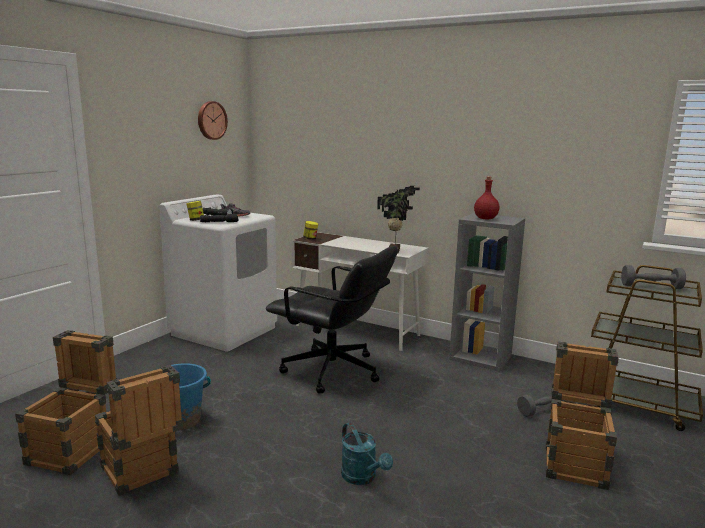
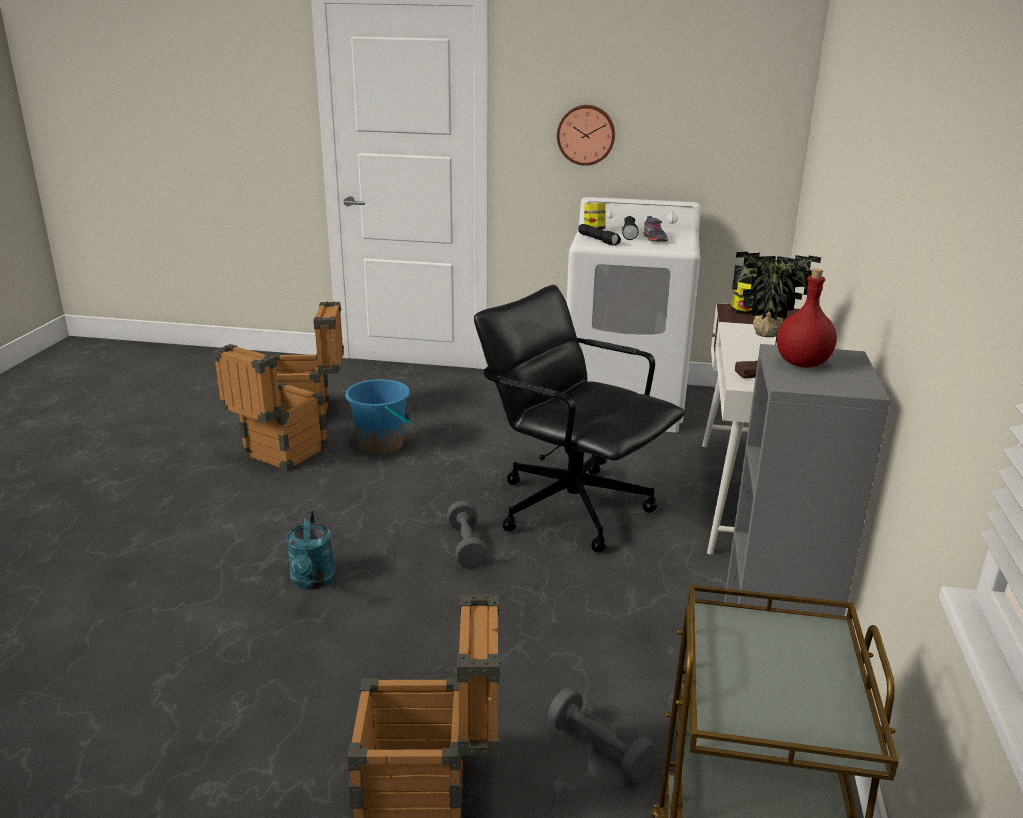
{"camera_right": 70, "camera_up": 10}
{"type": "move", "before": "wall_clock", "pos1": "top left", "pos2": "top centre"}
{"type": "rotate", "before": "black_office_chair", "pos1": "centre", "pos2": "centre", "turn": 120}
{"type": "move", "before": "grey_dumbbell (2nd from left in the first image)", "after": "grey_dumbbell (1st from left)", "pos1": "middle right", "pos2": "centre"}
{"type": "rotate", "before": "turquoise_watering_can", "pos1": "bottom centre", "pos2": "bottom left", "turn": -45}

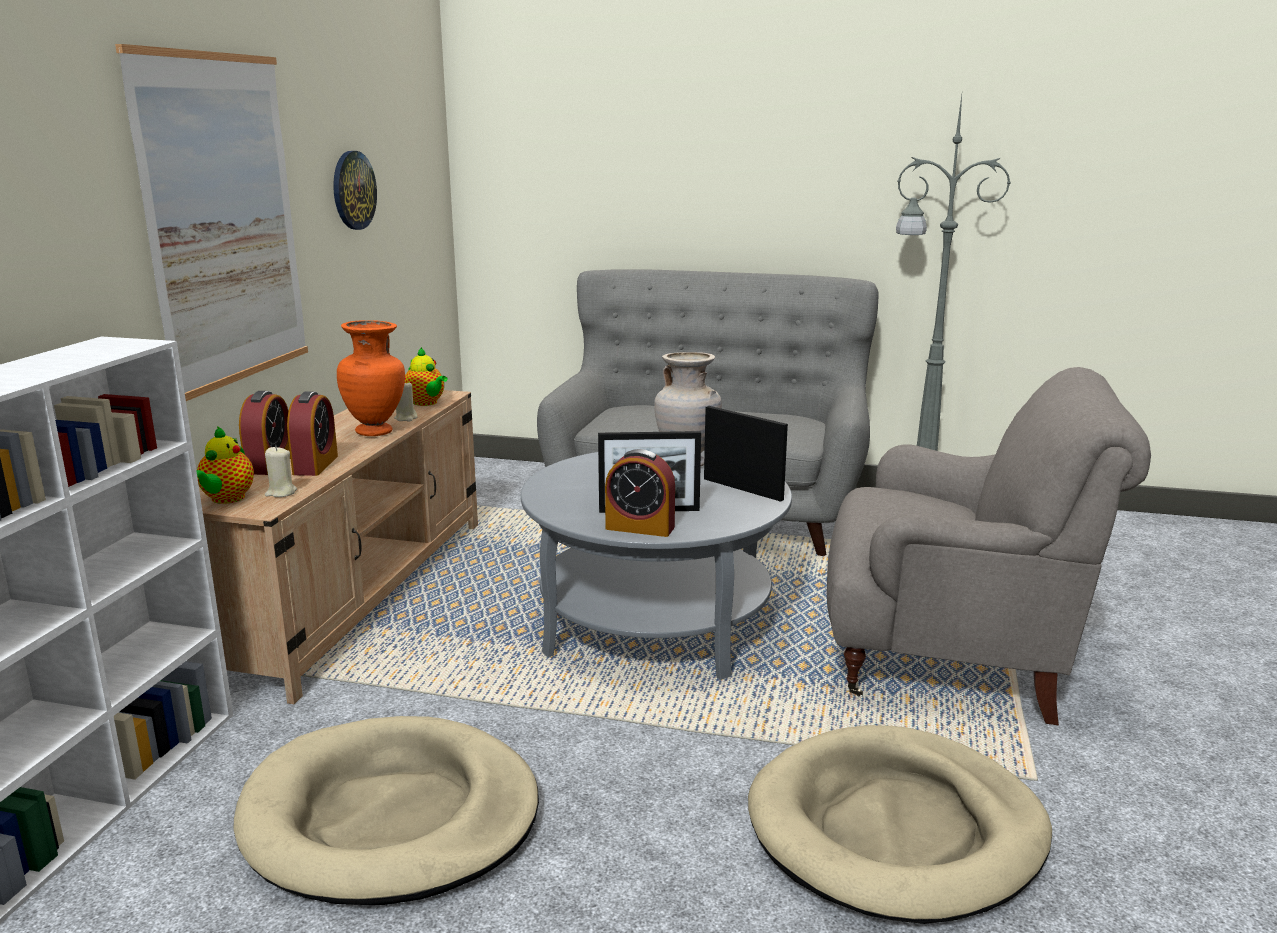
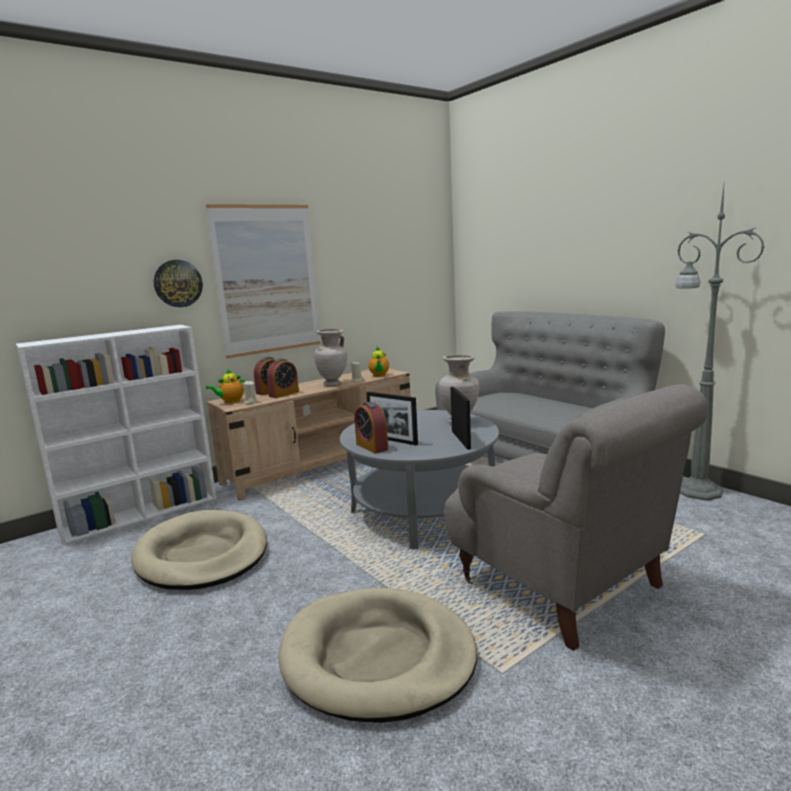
{"camera_right": 40, "camera_up": -5}
{"type": "move", "before": "wall_clock", "pos1": "top left", "pos2": "middle left"}
{"type": "recolor", "before": "orange_vase", "after": "beige_vase (1st from left)", "pos1": "middle left", "pos2": "centre"}

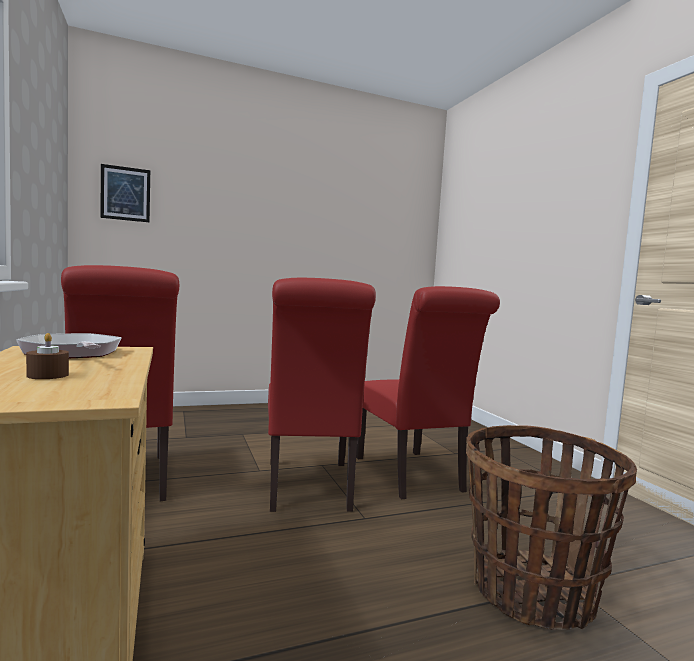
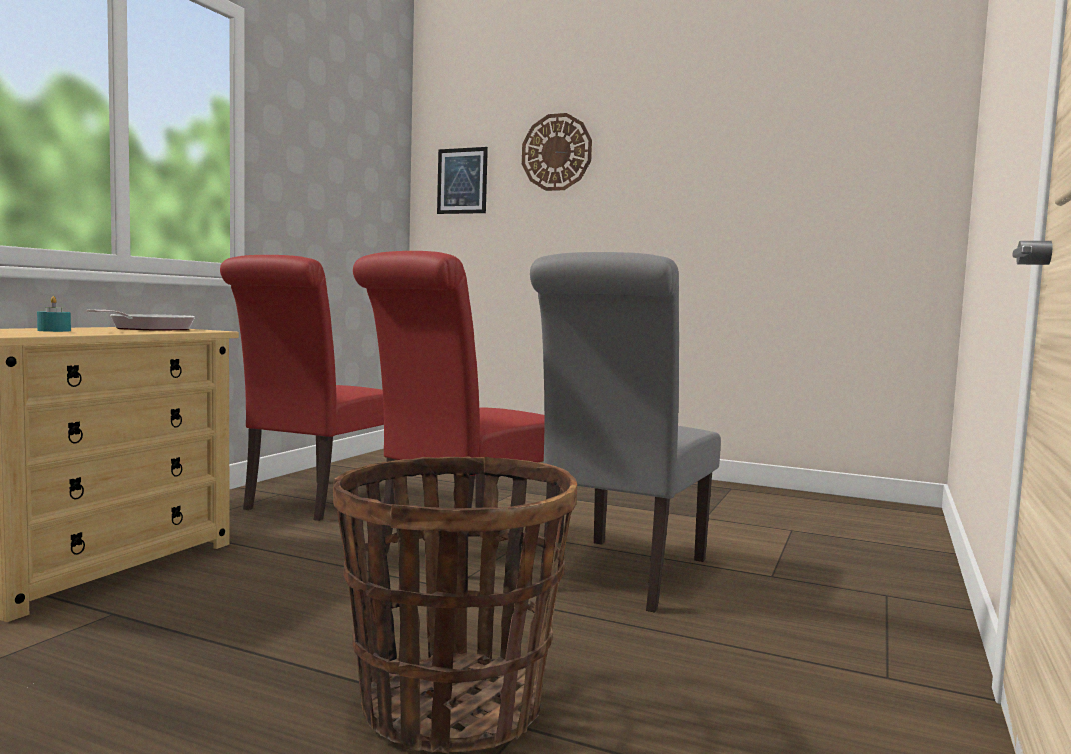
{"camera_right": 45, "camera_up": 0}
{"type": "recolor", "before": "red_chair (3rd from left)", "after": "grey_chair", "pos1": "centre", "pos2": "centre"}
{"type": "recolor", "before": "brown_candle", "after": "turquoise_candle", "pos1": "middle left", "pos2": "middle left"}
{"type": "insert", "after": "wall_clock", "pos2": "top centre"}

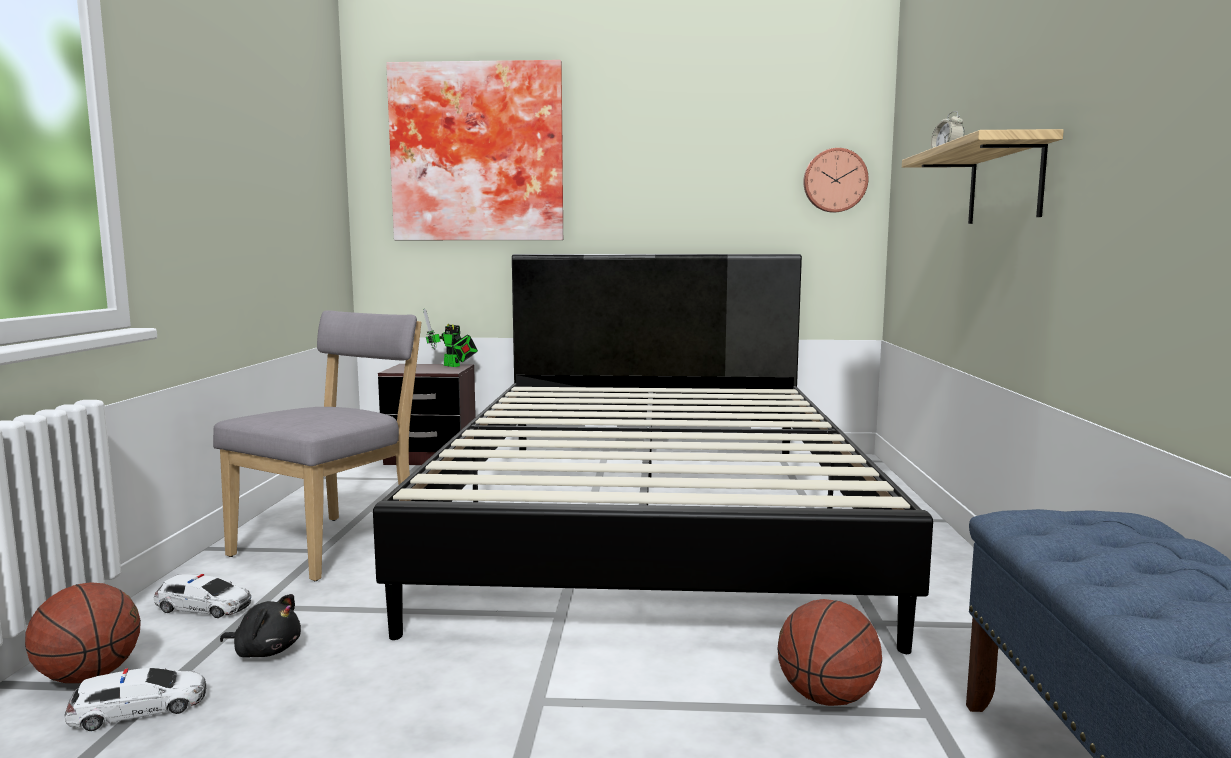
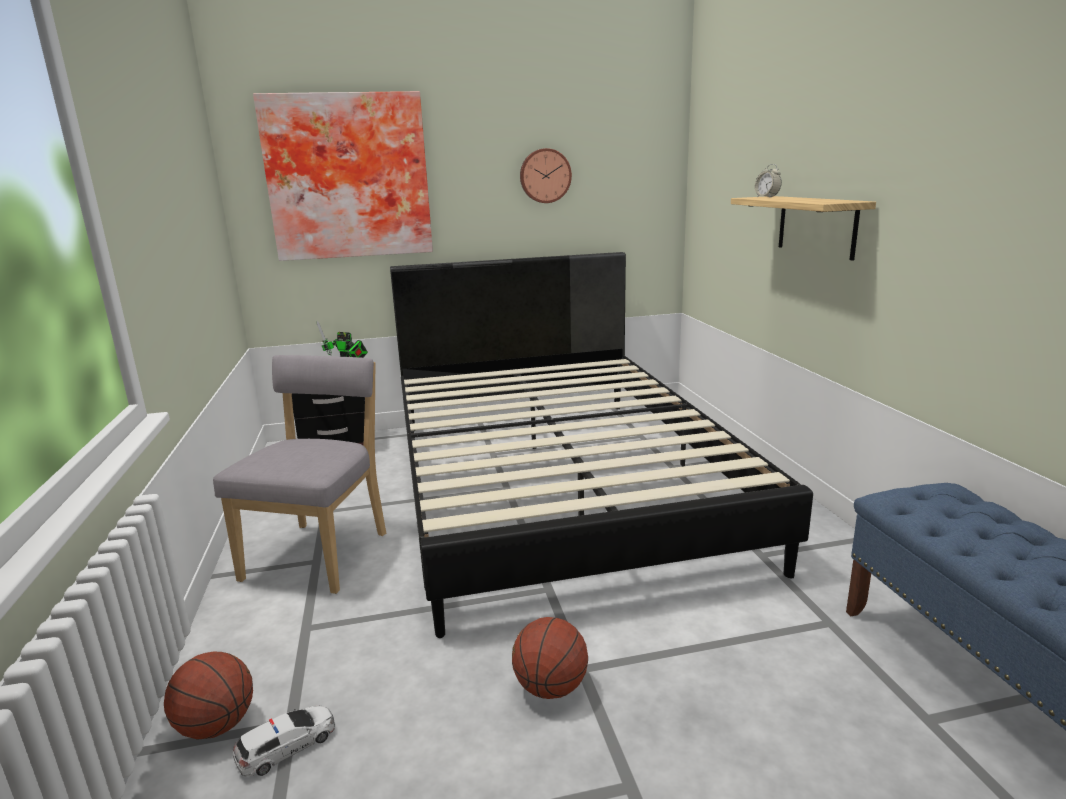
{"camera_right": -15, "camera_up": 10}
{"type": "move", "before": "wall_clock", "pos1": "top right", "pos2": "top centre"}
{"type": "delete", "before": "toy_car (2nd from left)", "pos1": "bottom left"}
{"type": "delete", "before": "black_plush_toy", "pos1": "bottom left"}
{"type": "move", "before": "basketball (2nd from left)", "pos1": "bottom right", "pos2": "bottom centre"}

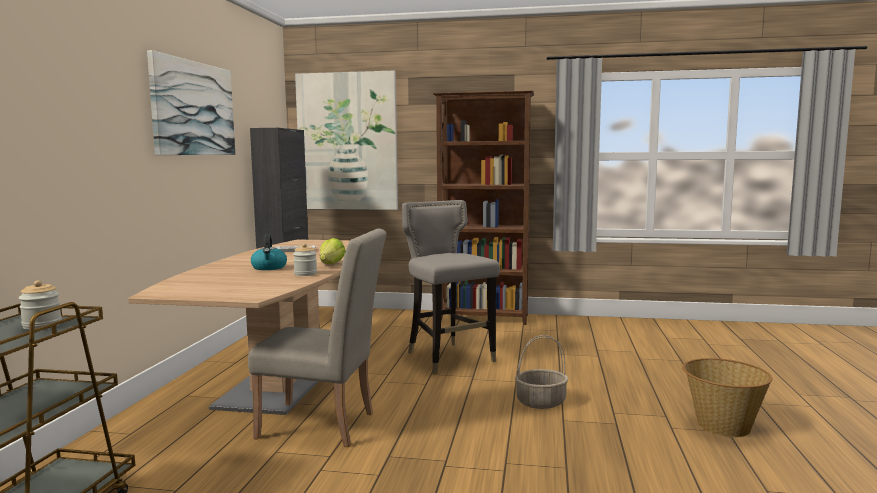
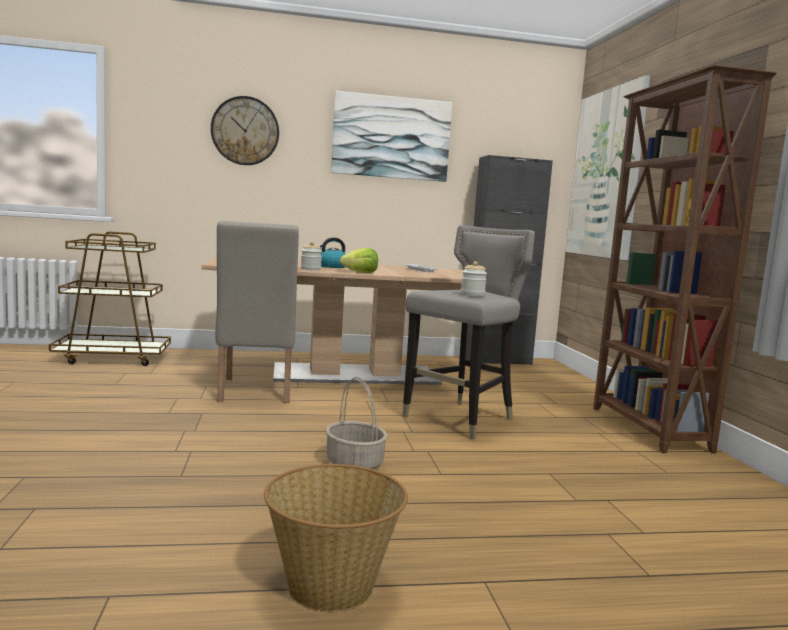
{"camera_right": 70, "camera_up": 0}
{"type": "move", "before": "jar (1st from left in the first image)", "after": "jar (2nd from left)", "pos1": "middle left", "pos2": "centre"}
{"type": "insert", "after": "wall_clock", "pos2": "top left"}

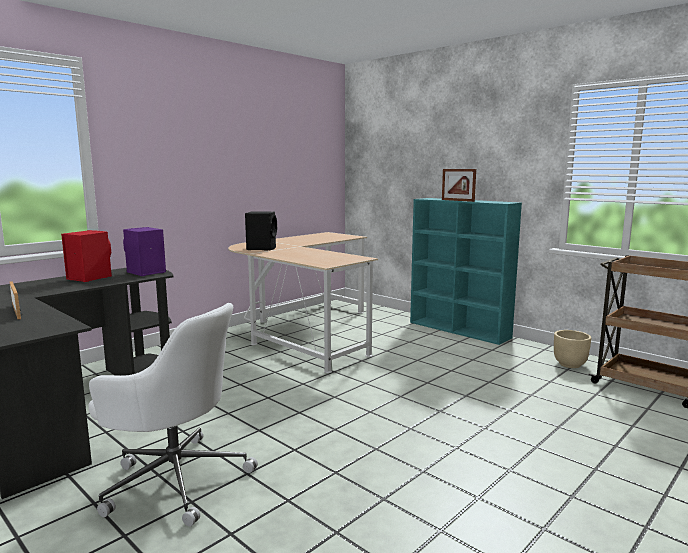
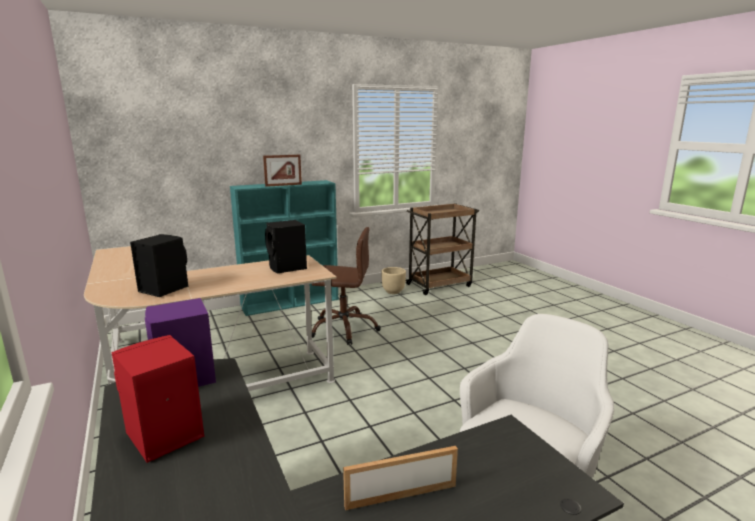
{"camera_right": -70, "camera_up": 5}
{"type": "insert", "after": "black_speaker (2nd from left)", "pos2": "centre"}
{"type": "insert", "after": "brown_office_chair", "pos2": "centre"}

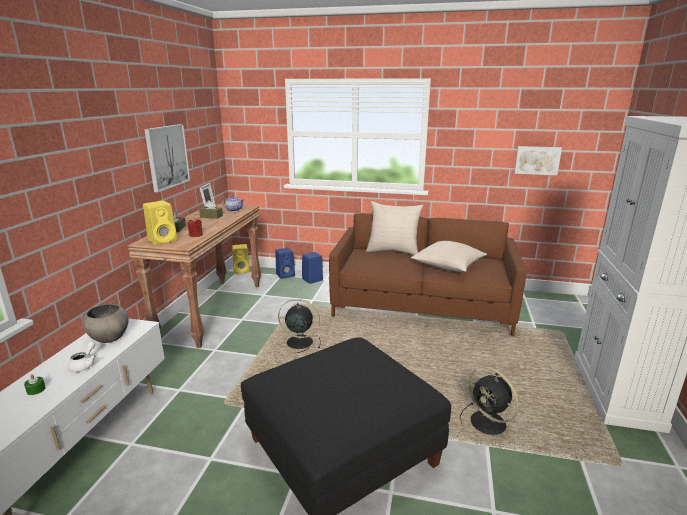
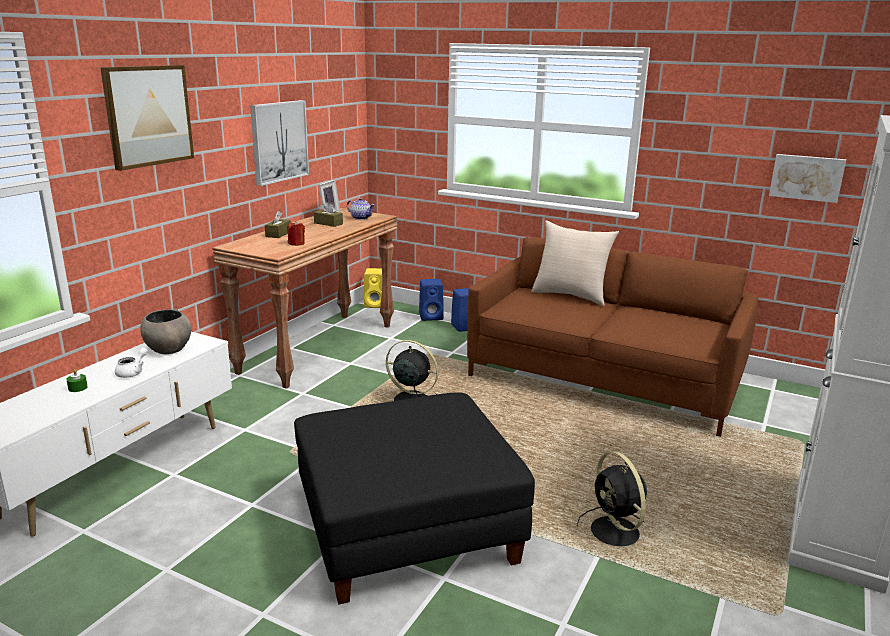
{"camera_right": 15, "camera_up": 0}
{"type": "delete", "before": "yellow_speaker (1st from left)", "pos1": "middle left"}
{"type": "delete", "before": "beige_pillow (2nd from left)", "pos1": "centre"}
{"type": "insert", "after": "picture (1st from left)", "pos2": "top left"}

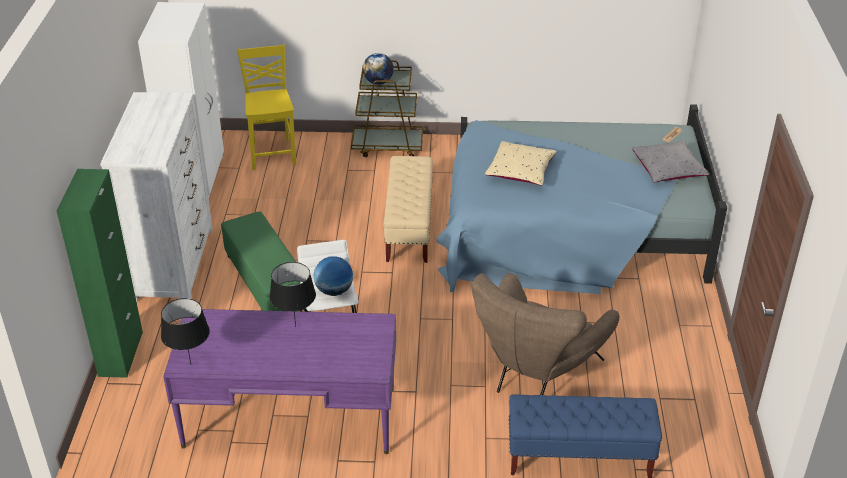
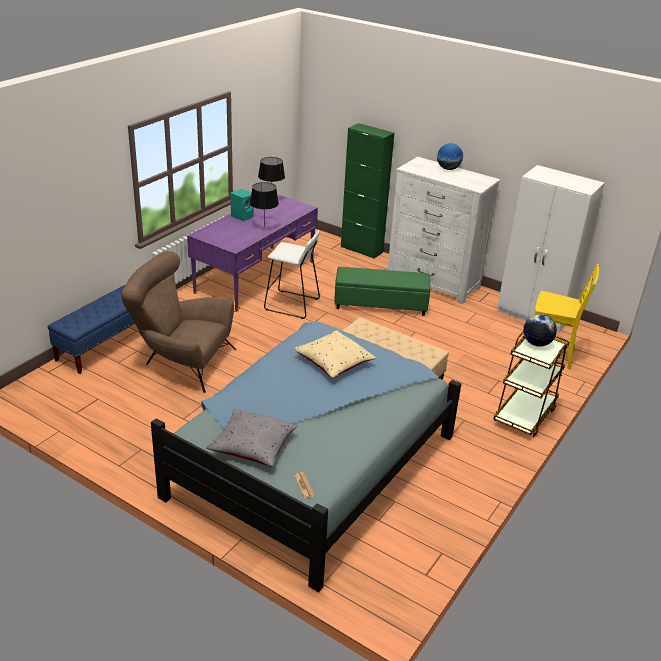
{"camera_right": 120, "camera_up": -5}
{"type": "move", "before": "globe (1st from left)", "pos1": "centre", "pos2": "top right"}
{"type": "rotate", "before": "brown_armchair", "pos1": "bottom centre", "pos2": "middle left", "turn": -45}
{"type": "insert", "after": "turquoise_speaker", "pos2": "top centre"}

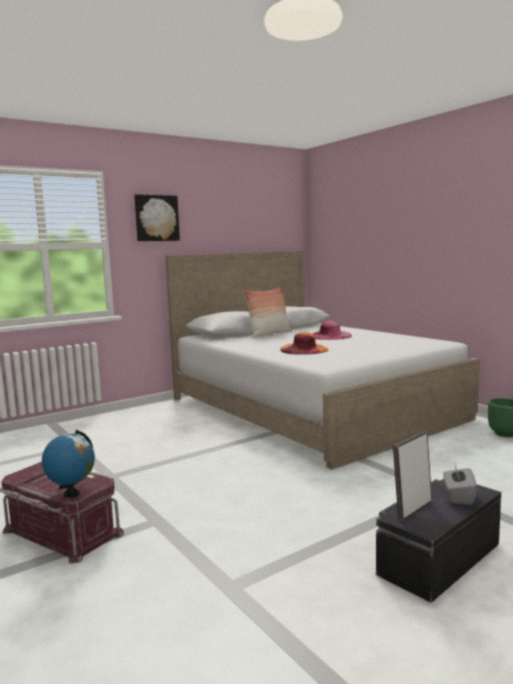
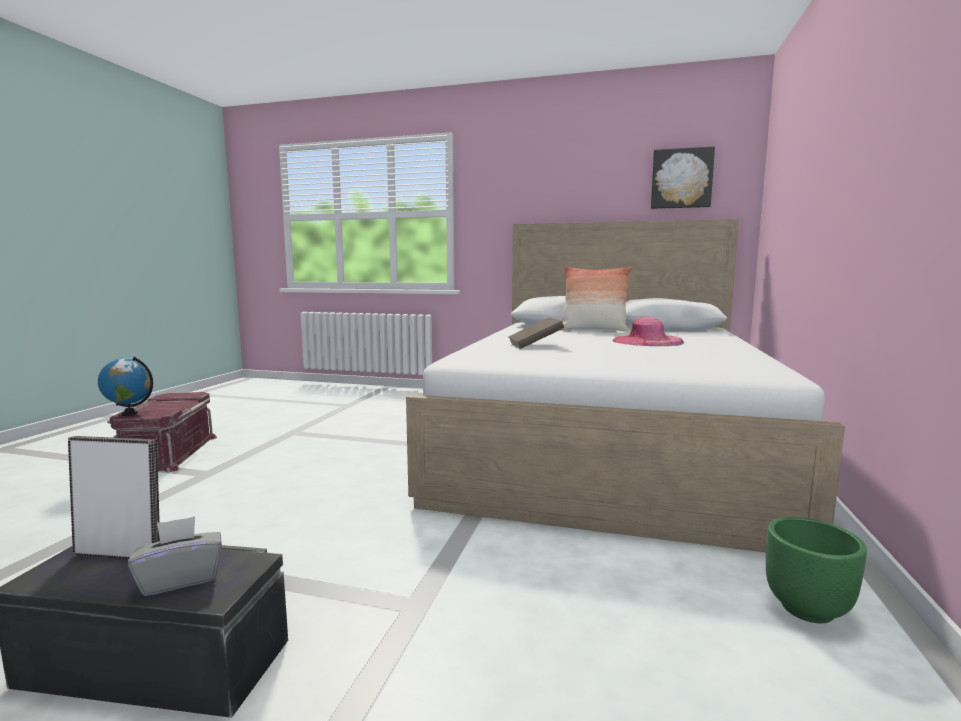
{"camera_right": 50, "camera_up": 0}
{"type": "move", "before": "picture", "pos1": "top left", "pos2": "top right"}
{"type": "replace", "before": "orange_hat", "after": "brown_book", "pos1": "centre", "pos2": "centre"}

